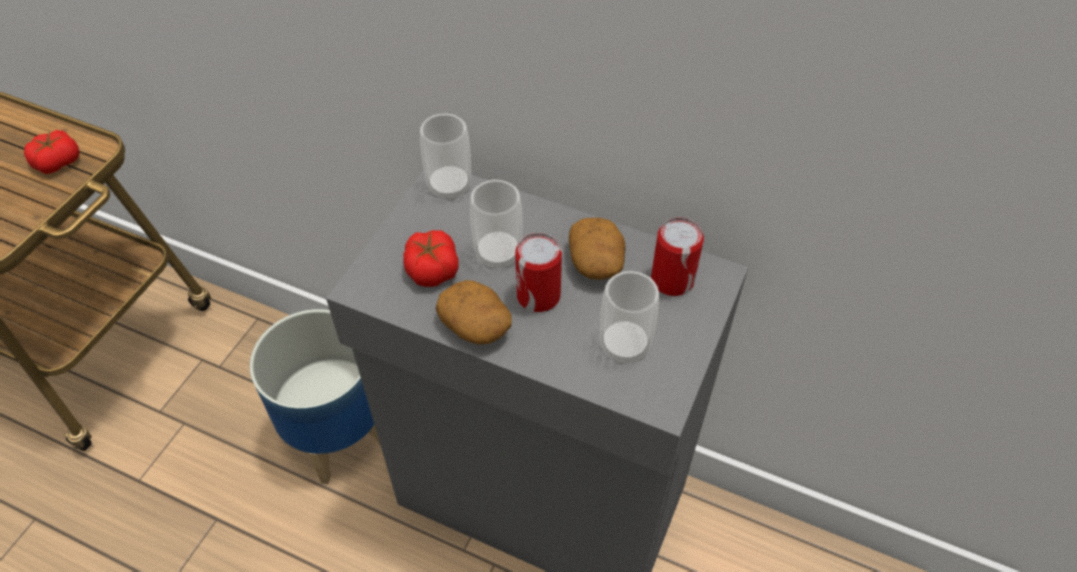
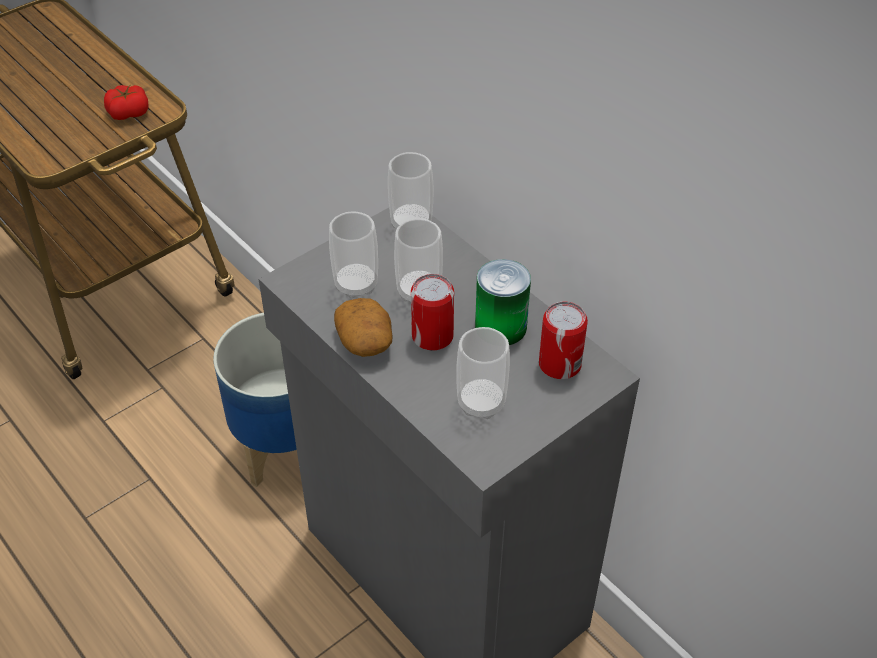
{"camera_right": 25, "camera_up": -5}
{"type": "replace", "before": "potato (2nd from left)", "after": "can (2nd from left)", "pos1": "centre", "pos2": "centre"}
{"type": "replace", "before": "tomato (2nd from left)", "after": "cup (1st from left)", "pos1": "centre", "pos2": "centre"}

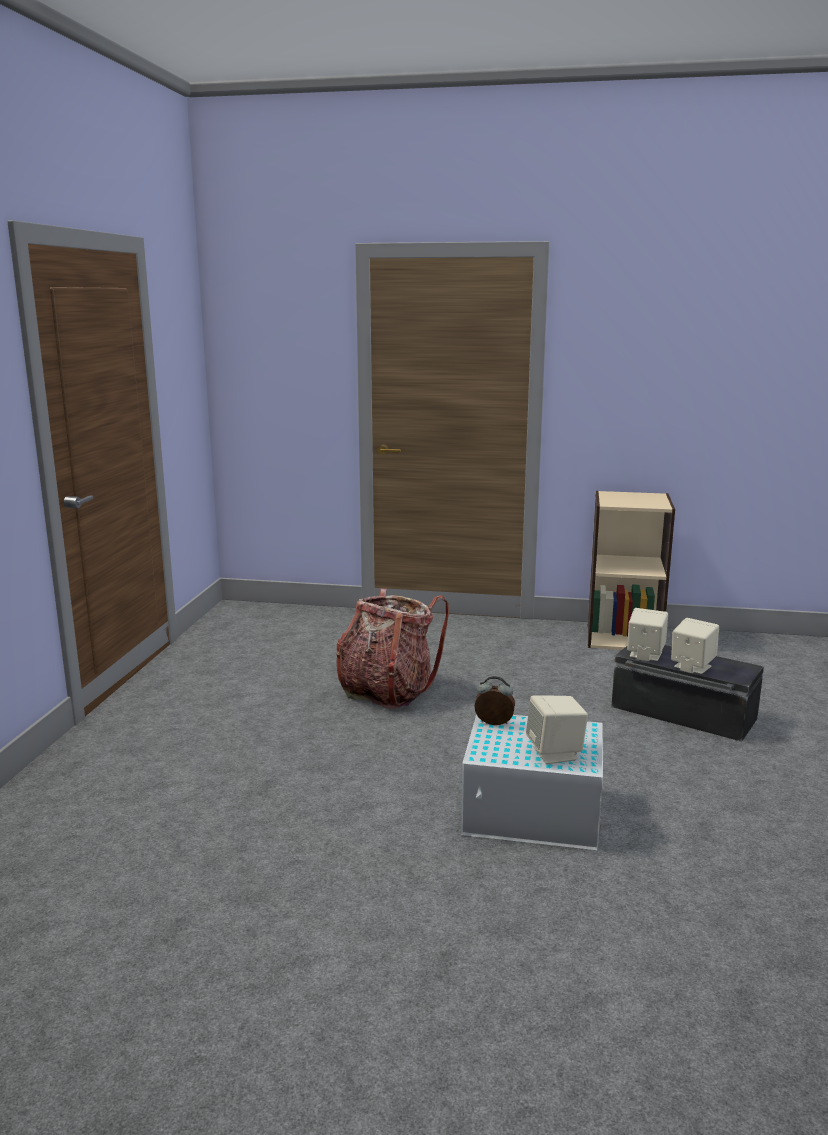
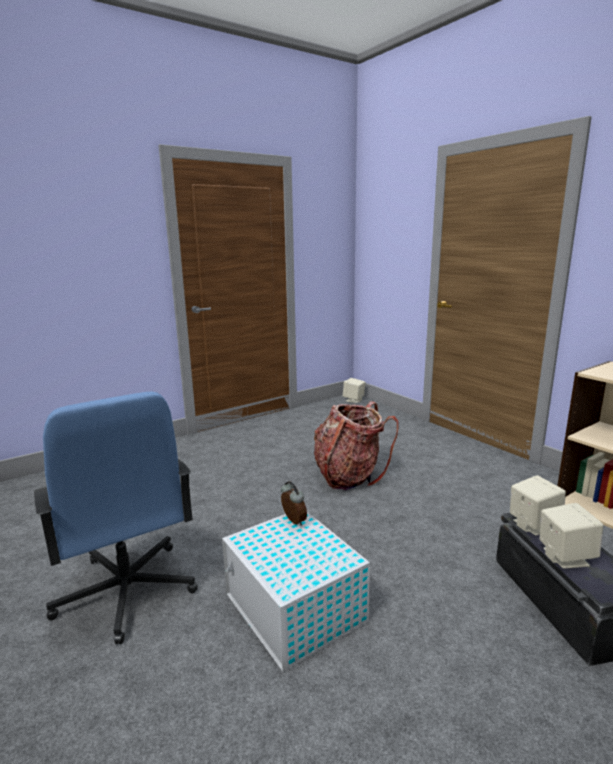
{"camera_right": 45, "camera_up": 0}
{"type": "move", "before": "beige_speaker (1st from left)", "pos1": "middle right", "pos2": "centre"}
{"type": "insert", "after": "blue_office_chair", "pos2": "bottom left"}

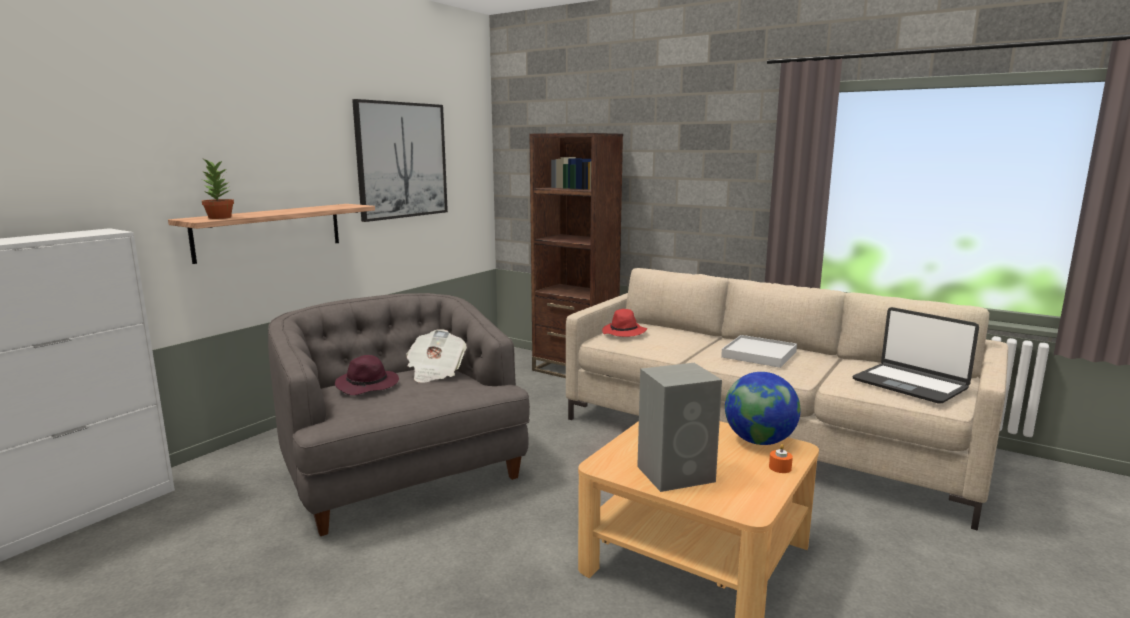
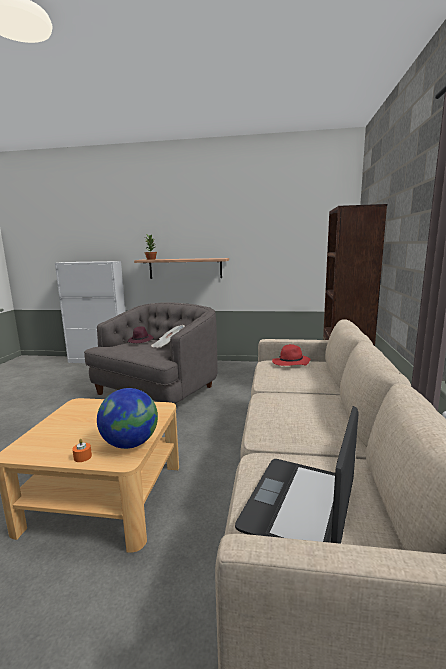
{"camera_right": 65, "camera_up": 0}
{"type": "delete", "before": "picture", "pos1": "top centre"}
{"type": "delete", "before": "white_tray", "pos1": "middle right"}
{"type": "delete", "before": "grey_speaker", "pos1": "bottom centre"}

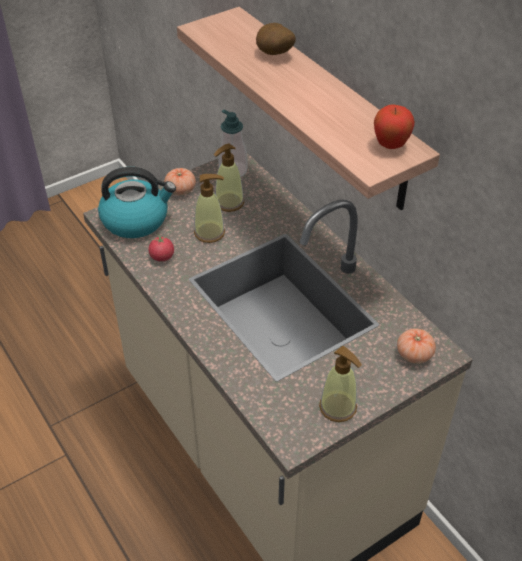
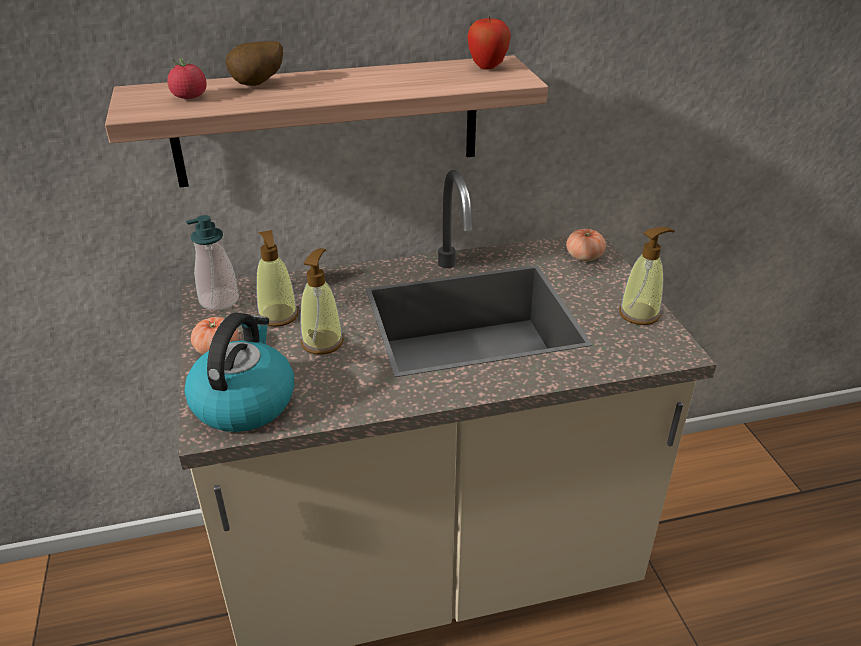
{"camera_right": -70, "camera_up": -10}
{"type": "move", "before": "tomato (1st from left)", "pos1": "middle left", "pos2": "top left"}

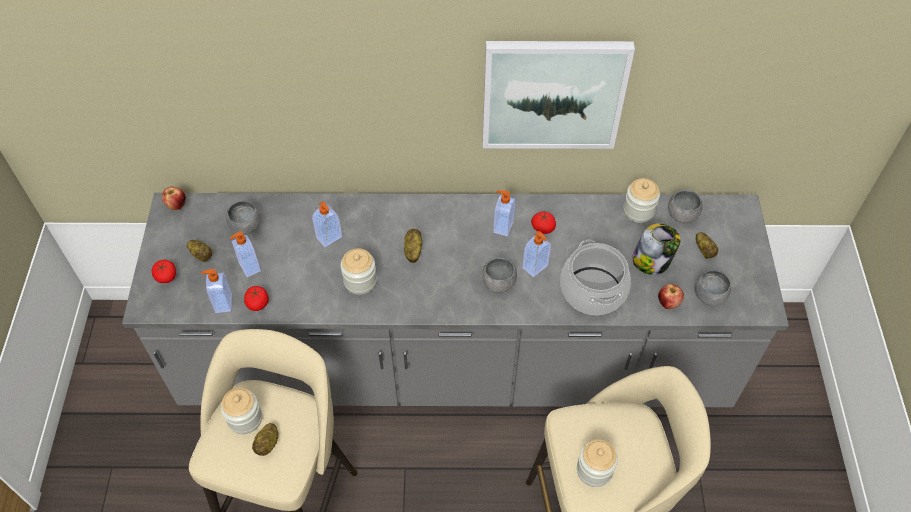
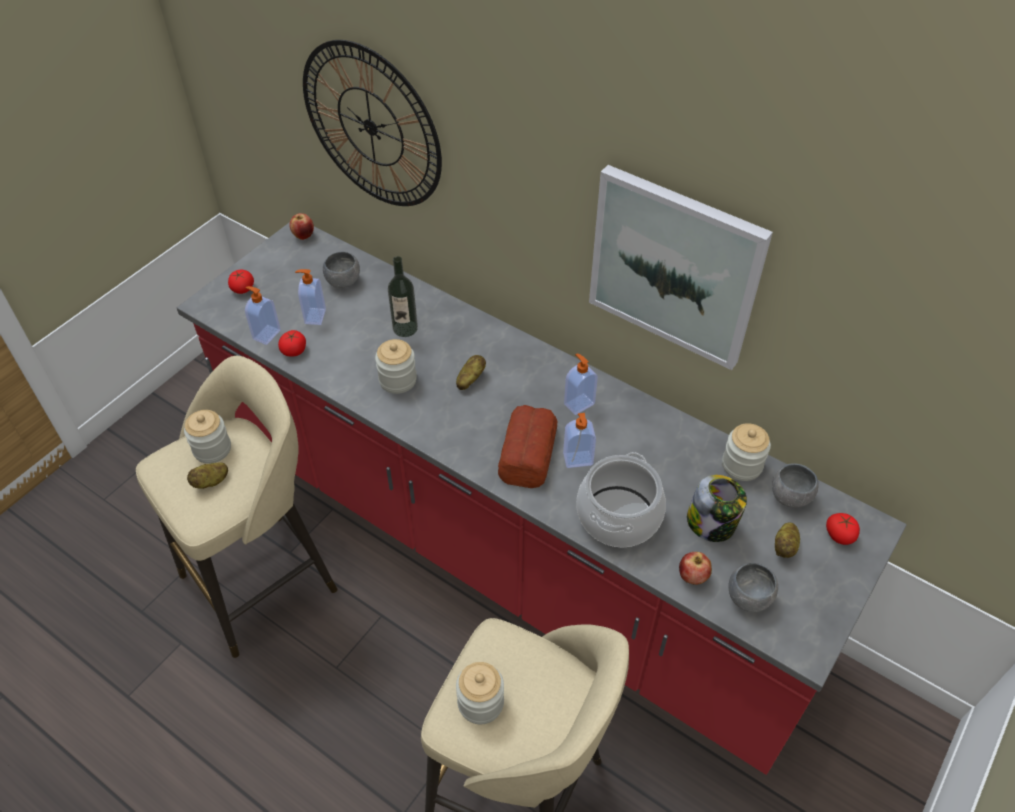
{"camera_right": 35, "camera_up": -5}
{"type": "recolor", "before": "grey_counter", "after": "red_counter", "pos1": "centre", "pos2": "centre"}
{"type": "replace", "before": "soap_dispenser (3rd from left)", "after": "bottle", "pos1": "centre", "pos2": "centre"}
{"type": "move", "before": "tomato (3rd from left)", "pos1": "centre", "pos2": "middle right"}
{"type": "delete", "before": "potato (1st from left)", "pos1": "middle left"}
{"type": "replace", "before": "grey_bowl (2nd from left)", "after": "bread", "pos1": "centre", "pos2": "centre"}
{"type": "insert", "after": "wall_clock", "pos2": "top centre"}

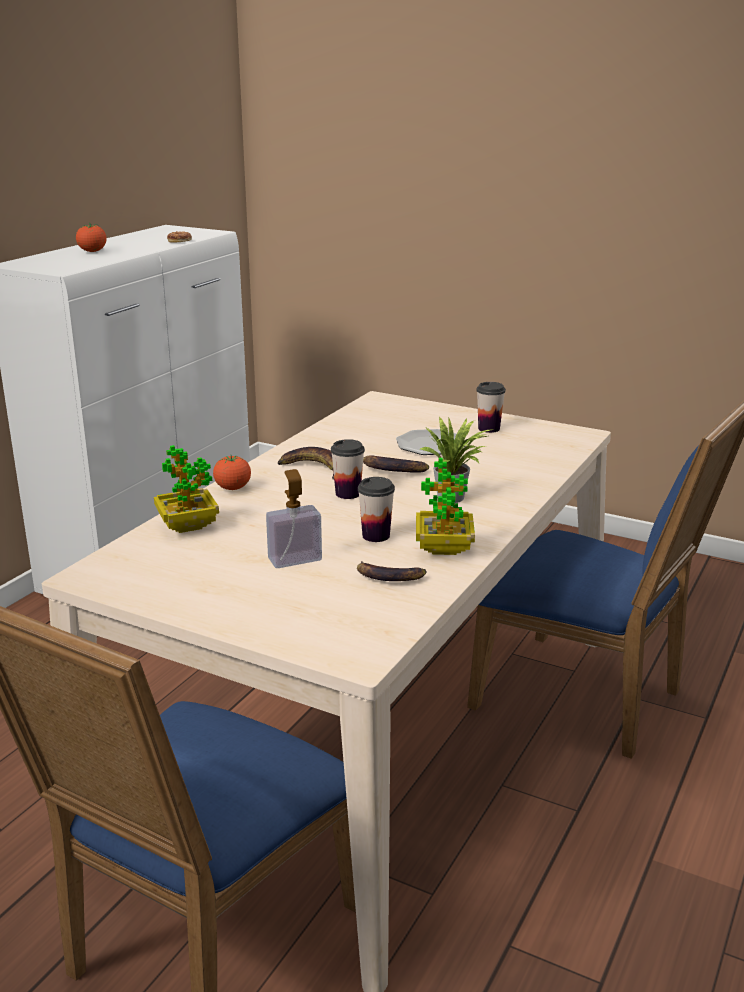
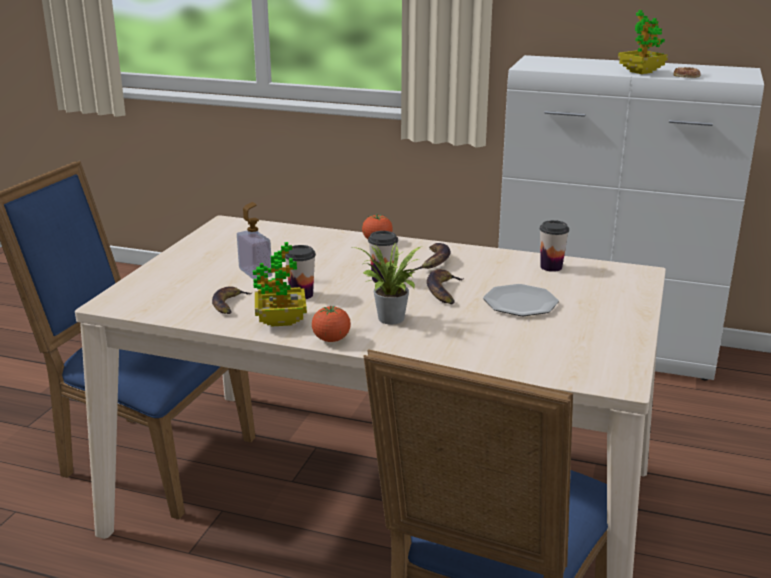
{"camera_right": 80, "camera_up": 0}
{"type": "move", "before": "tomato (1st from left)", "pos1": "top left", "pos2": "centre"}
{"type": "move", "before": "cup (3rd from left)", "pos1": "centre", "pos2": "middle right"}
{"type": "move", "before": "potted_plant (1st from left in the first image)", "after": "potted_plant (3rd from left)", "pos1": "middle left", "pos2": "top right"}

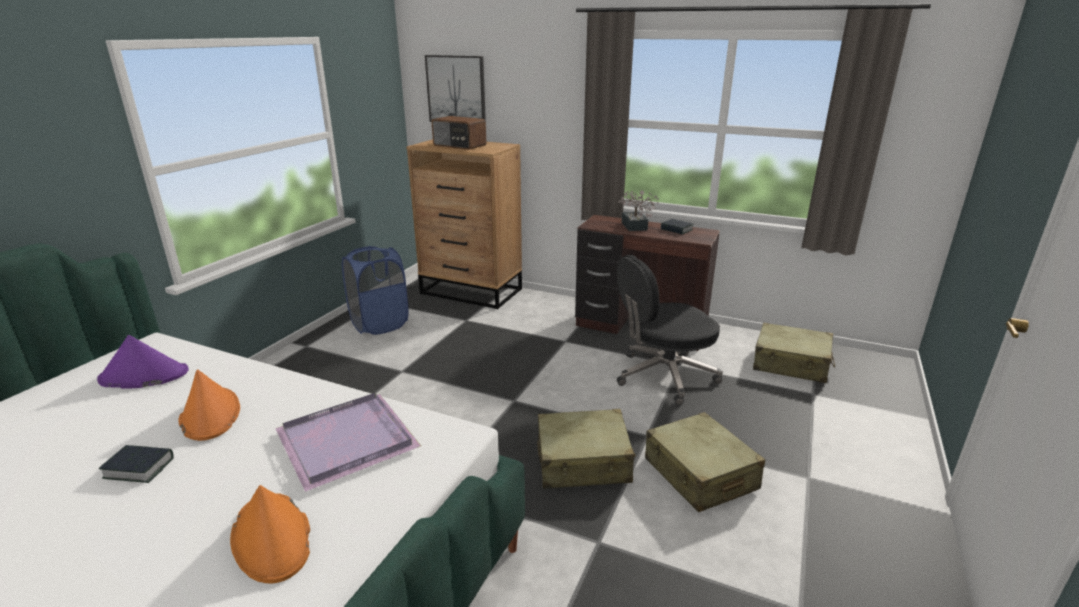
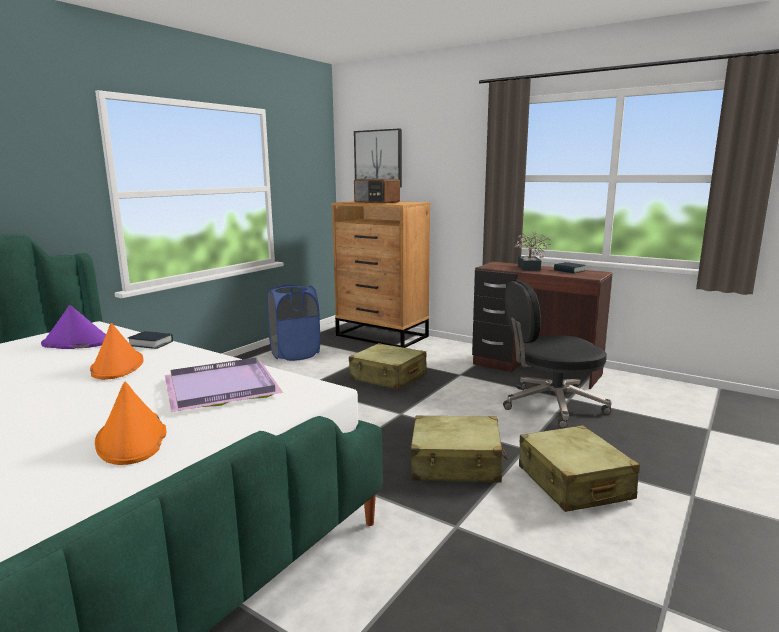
{"camera_right": 10, "camera_up": -10}
{"type": "move", "before": "beige_suitcase (3rd from left in the first image)", "after": "beige_suitcase (1st from left)", "pos1": "middle right", "pos2": "centre"}
{"type": "move", "before": "book (1st from left)", "pos1": "bottom left", "pos2": "middle left"}

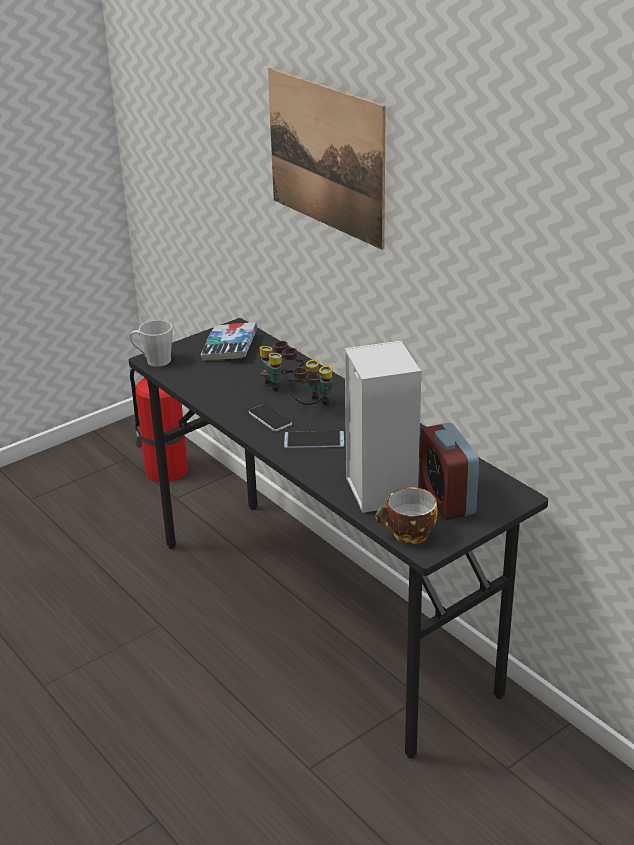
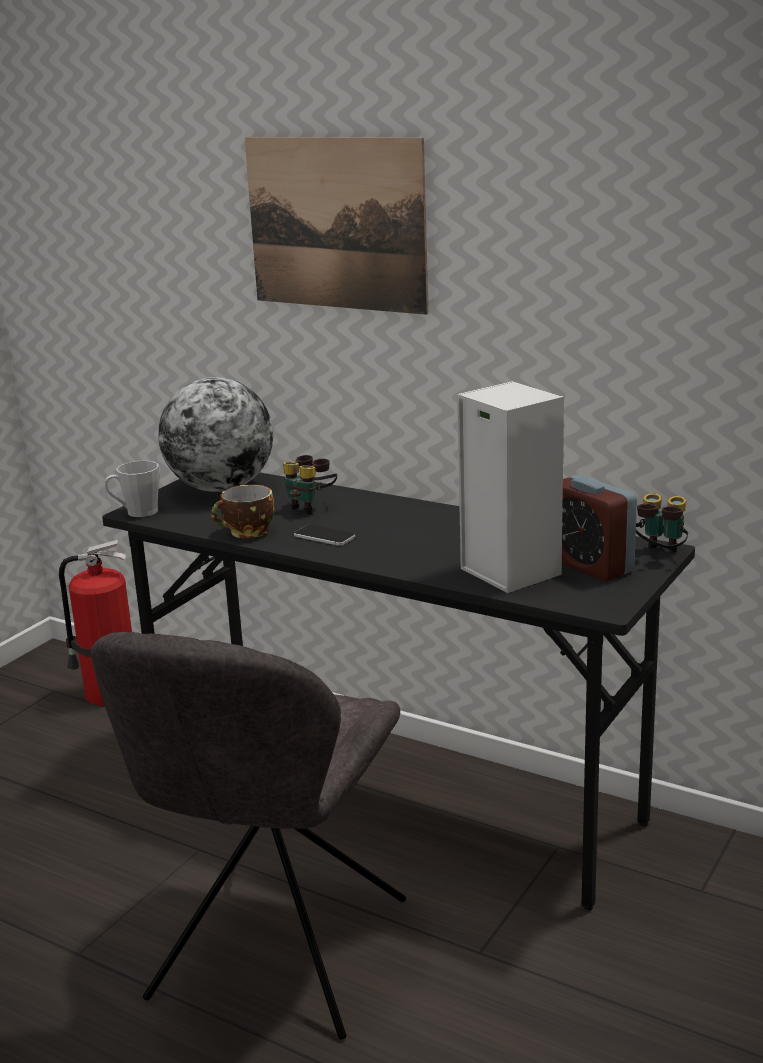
{"camera_right": -20, "camera_up": -10}
{"type": "replace", "before": "book", "after": "globe", "pos1": "centre", "pos2": "middle left"}
{"type": "move", "before": "binoculars (2nd from left)", "pos1": "centre", "pos2": "middle right"}
{"type": "delete", "before": "phone (2nd from left)", "pos1": "centre"}
{"type": "move", "before": "cup", "pos1": "centre", "pos2": "middle left"}
{"type": "insert", "after": "grey_chair", "pos2": "bottom left"}

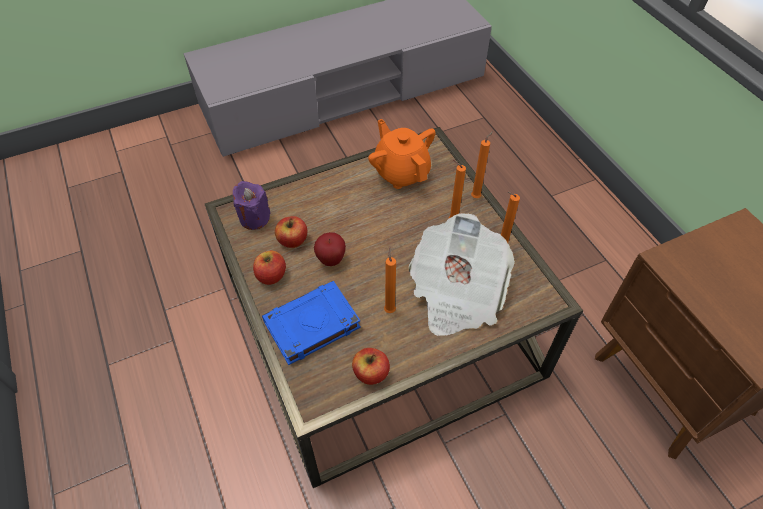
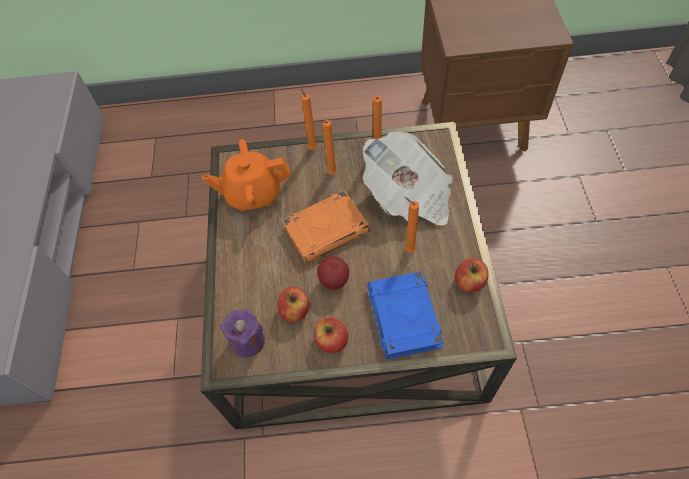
{"camera_right": -65, "camera_up": 5}
{"type": "insert", "after": "orange_book", "pos2": "centre"}

